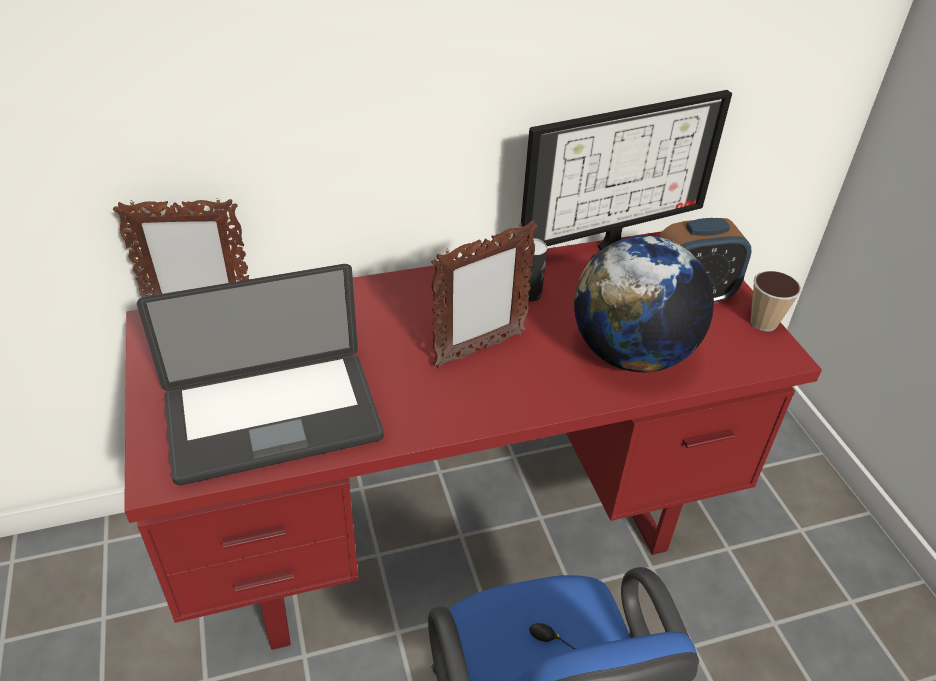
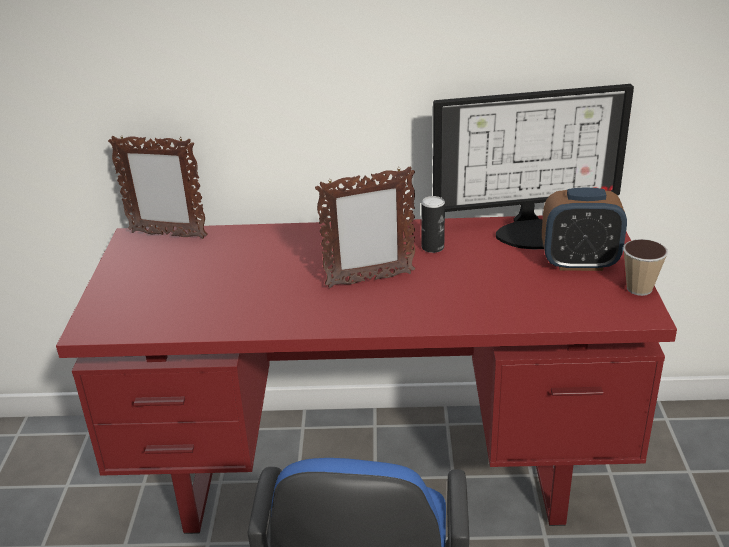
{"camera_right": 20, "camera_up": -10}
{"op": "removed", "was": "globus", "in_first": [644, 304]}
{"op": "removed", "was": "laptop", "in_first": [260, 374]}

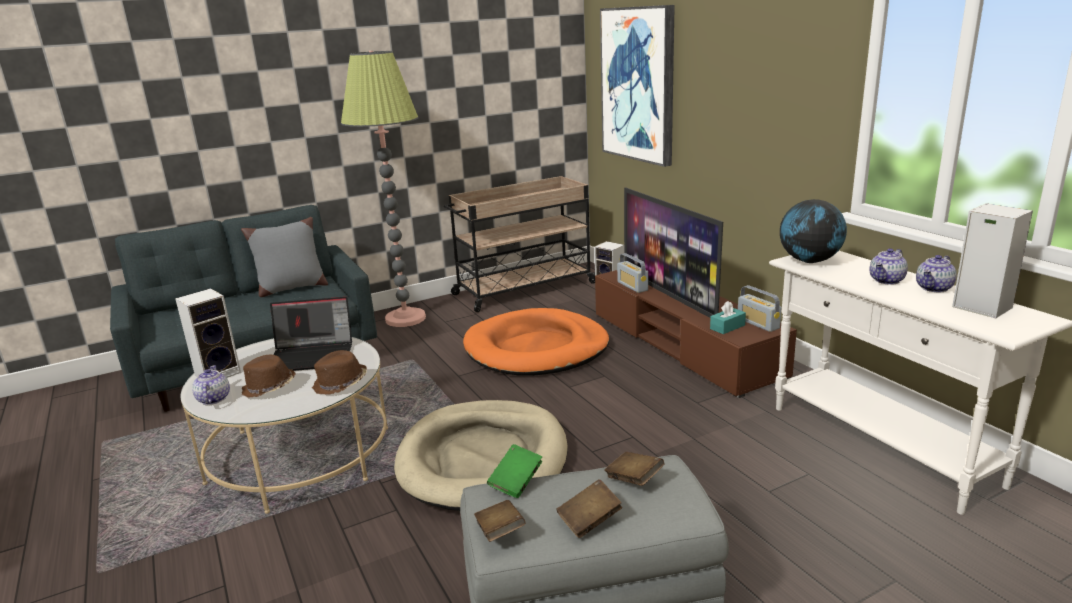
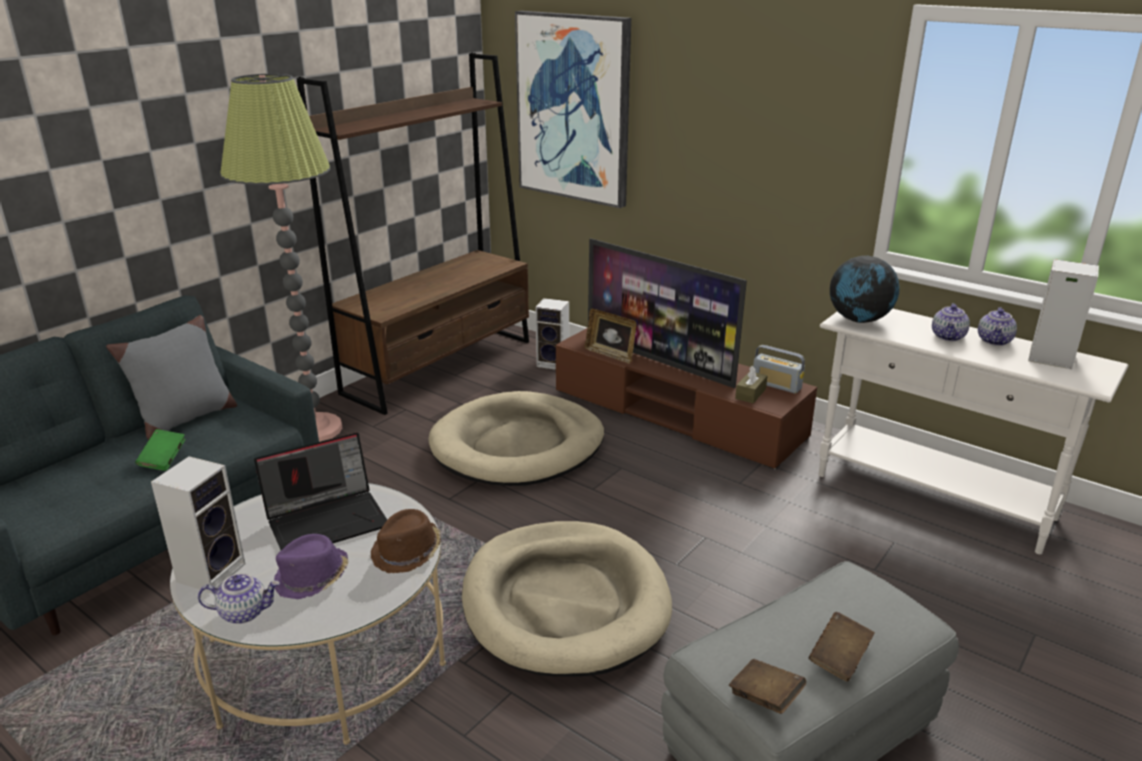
{"camera_right": -25, "camera_up": 5}
{"op": "replaced", "was": "wózek/beżowy", "now": "regał/brązowy", "in_first": [519, 244], "in_second": [412, 234]}
{"op": "replaced", "was": "radio", "now": "ramka na zdjęcie", "in_first": [632, 273], "in_second": [611, 336]}
{"op": "recoloured", "was": "pudełko chusteczek/turkusowy", "now": "pudełko chusteczek/brązowy", "in_first": [728, 317], "in_second": [751, 384]}
{"op": "recoloured", "was": "legowisko/pomarańczowy", "now": "legowisko/beżowy", "in_first": [536, 342], "in_second": [516, 438]}
{"op": "recoloured", "was": "kapelusz/brązowy", "now": "kapelusz/fioletowy", "in_first": [268, 376], "in_second": [311, 566]}
{"op": "turned", "was": "imbryk", "in_first": [211, 385], "in_second": [239, 598], "clockwise": 120}
{"op": "moved", "was": "książka/zielony", "in_first": [514, 471], "in_second": [160, 450]}
{"op": "removed", "was": "książka/brązowy", "in_first": [634, 469]}

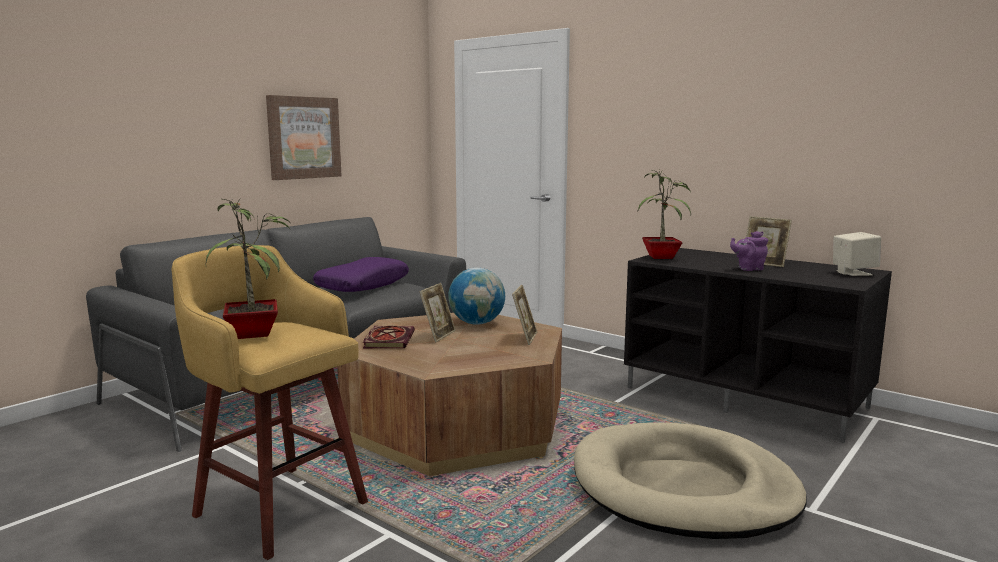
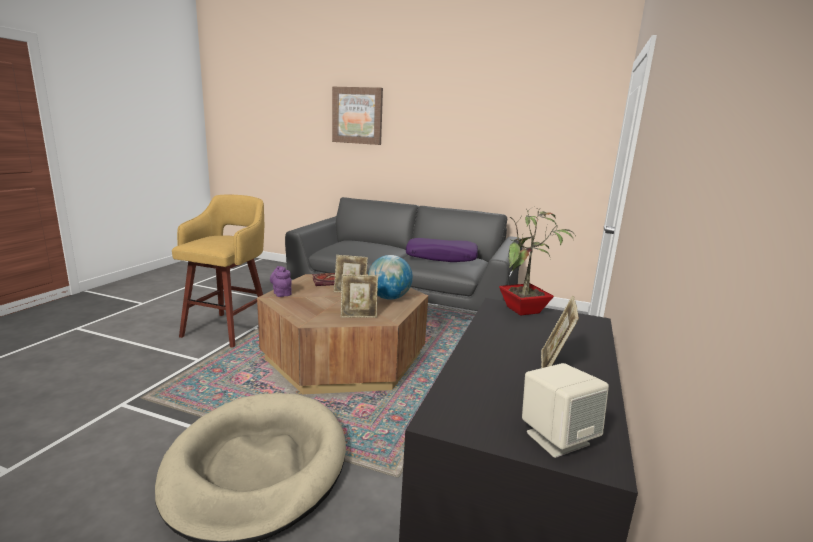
{"camera_right": 70, "camera_up": 5}
{"op": "moved", "was": "obraz", "in_first": [304, 137], "in_second": [357, 116]}
{"op": "removed", "was": "roślina doniczkowa", "in_first": [248, 268]}
{"op": "moved", "was": "imbryk/fioletowy", "in_first": [749, 251], "in_second": [281, 281]}

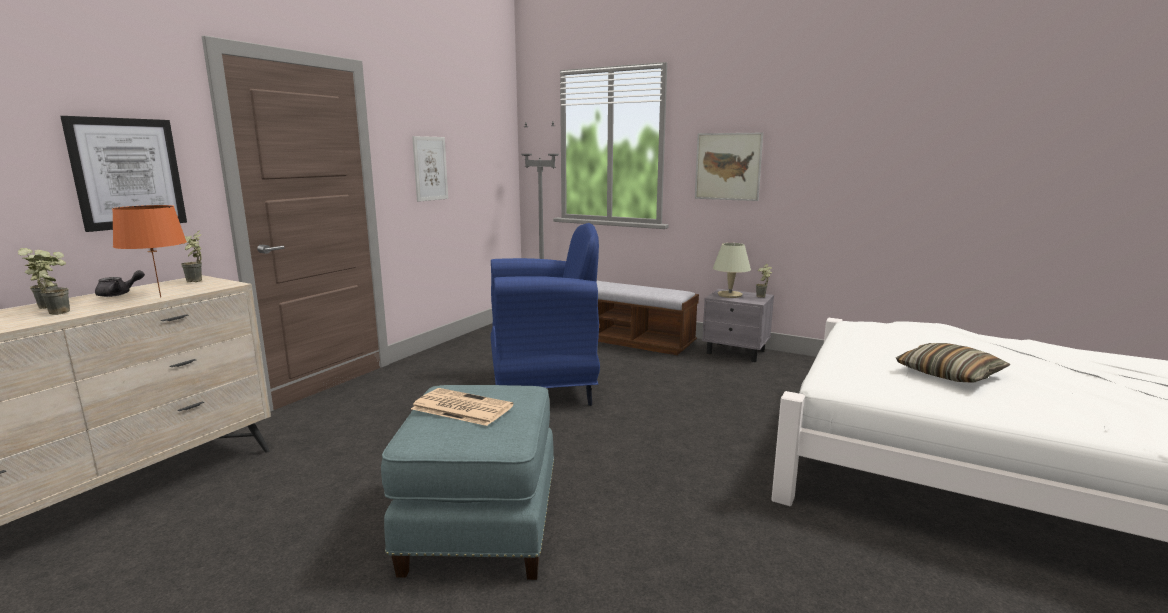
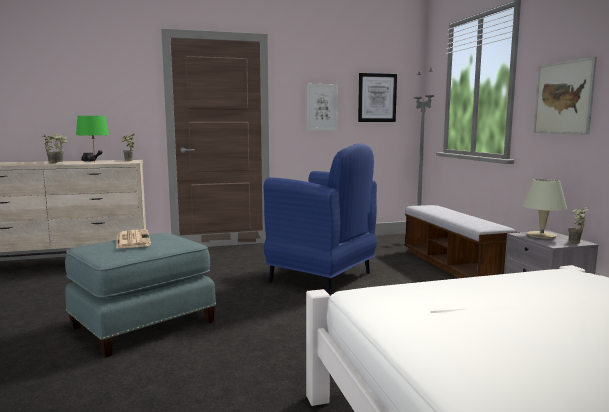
{"camera_right": 45, "camera_up": -5}
{"op": "moved", "was": "obraz", "in_first": [123, 174], "in_second": [377, 97]}
{"op": "recoloured", "was": "lampa stołowa/pomarańczowy", "now": "lampa stołowa/zielony", "in_first": [149, 251], "in_second": [92, 138]}
{"op": "removed", "was": "poduszka", "in_first": [953, 363]}

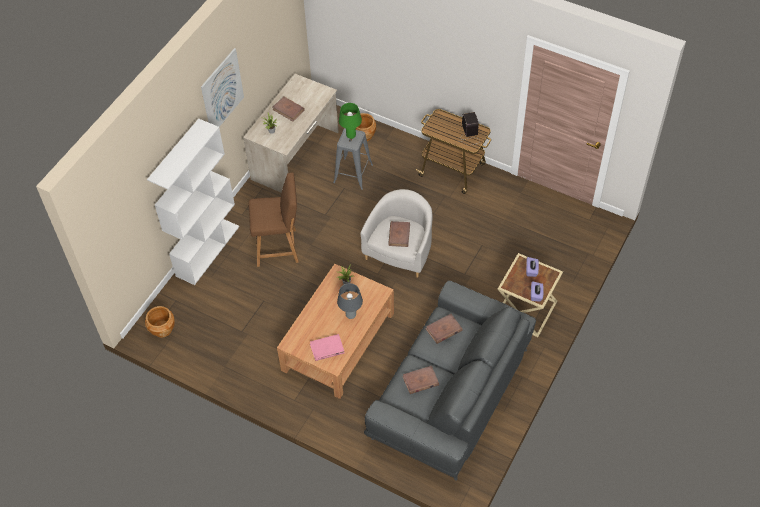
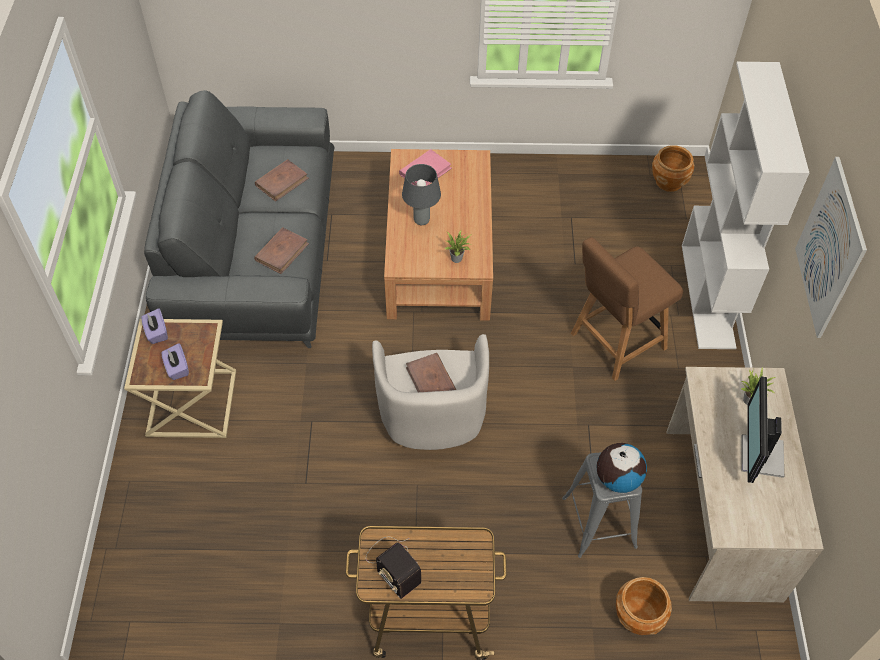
{"camera_right": 150, "camera_up": 0}
{"op": "replaced", "was": "książka/brązowy", "now": "monitor", "in_first": [289, 109], "in_second": [762, 430]}
{"op": "replaced", "was": "lampa stołowa/zielony", "now": "globus", "in_first": [350, 121], "in_second": [622, 468]}

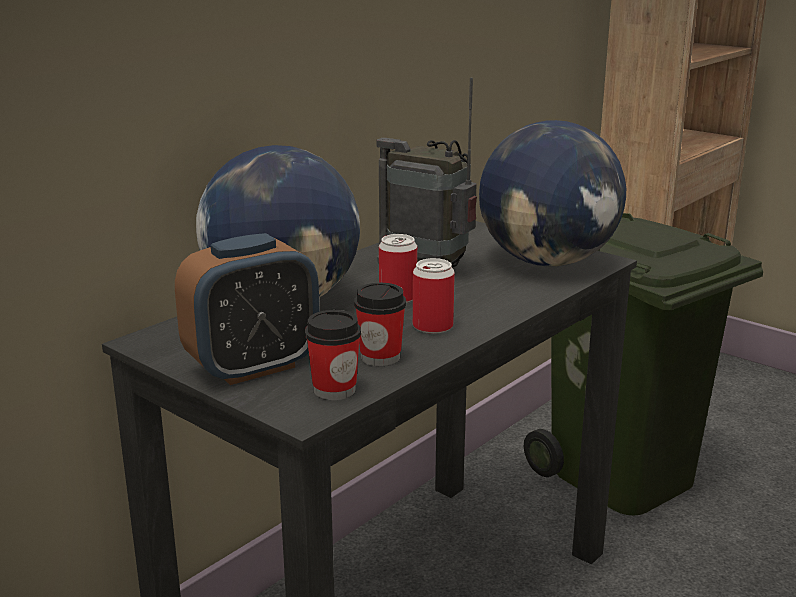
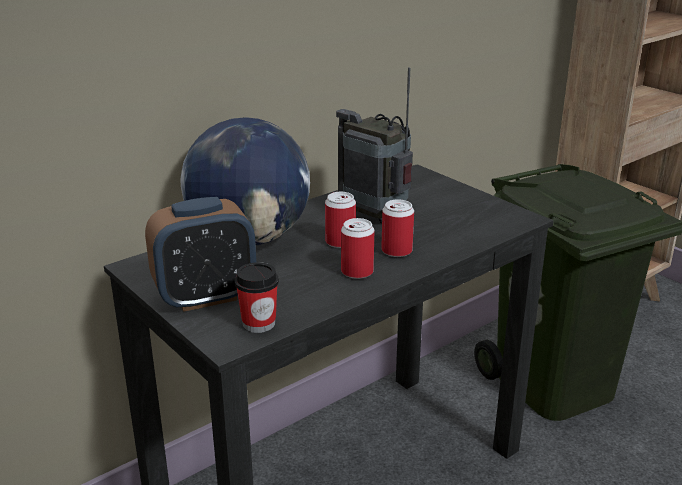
{"camera_right": 10, "camera_up": 5}
{"op": "removed", "was": "globus", "in_first": [552, 193]}
{"op": "removed", "was": "filiżanka", "in_first": [380, 324]}
{"op": "added", "now": "puszka", "in_second": [397, 228]}

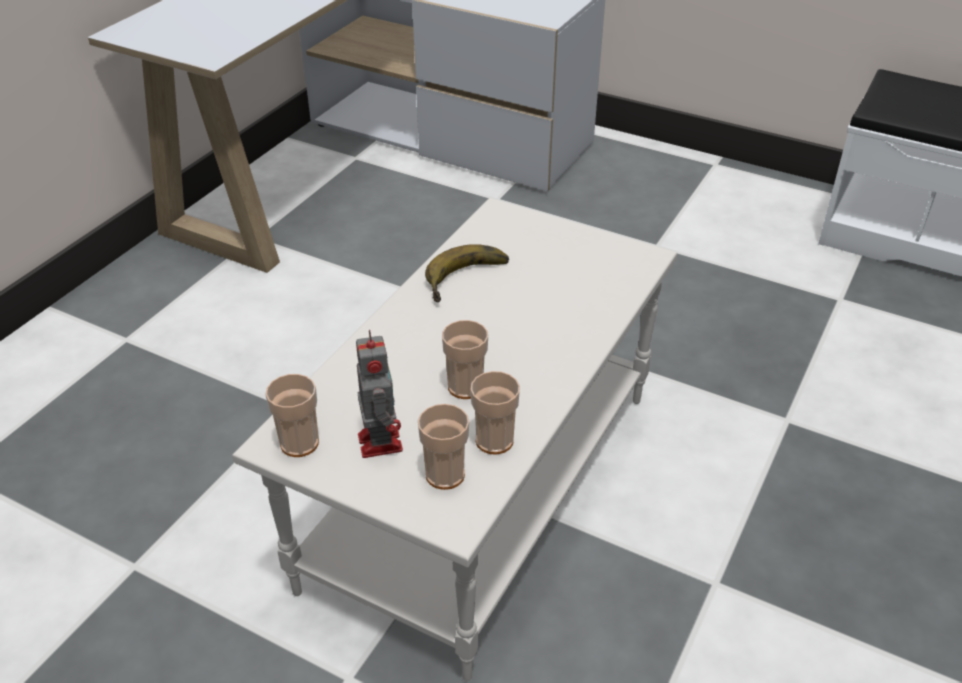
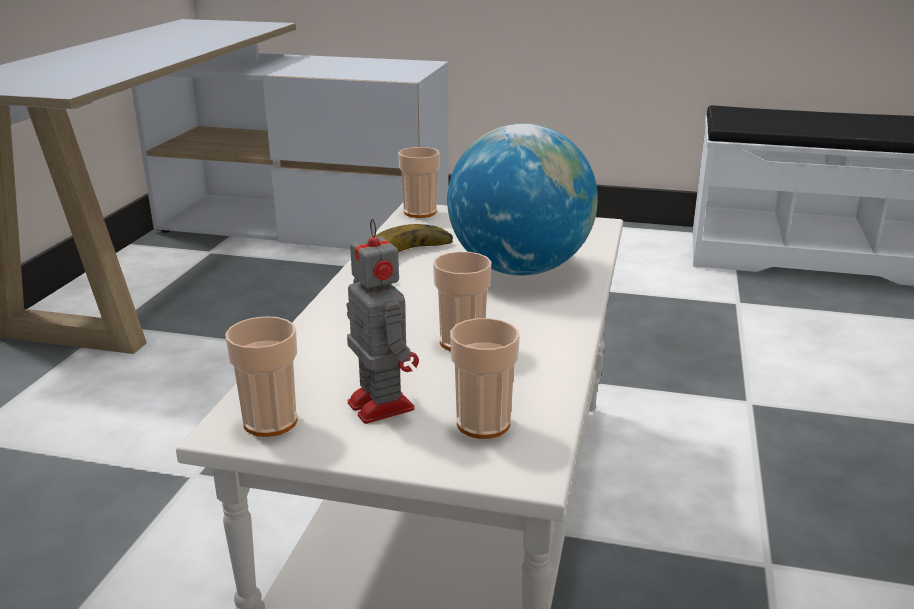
{"camera_right": -15, "camera_up": -15}
{"op": "moved", "was": "filiżanka", "in_first": [495, 412], "in_second": [419, 182]}
{"op": "added", "now": "globus", "in_second": [522, 199]}

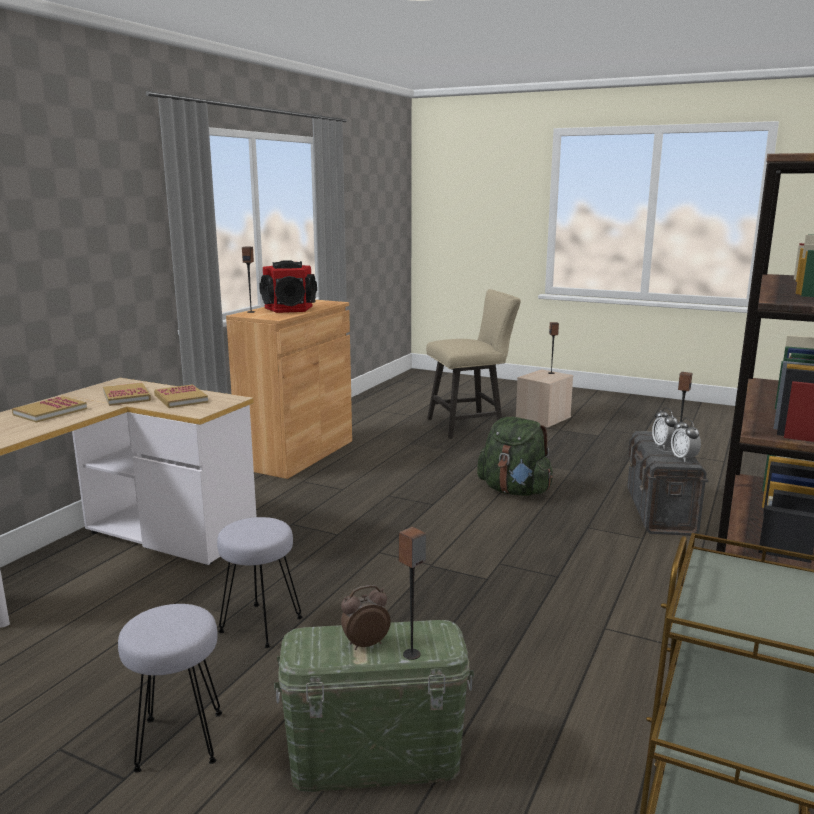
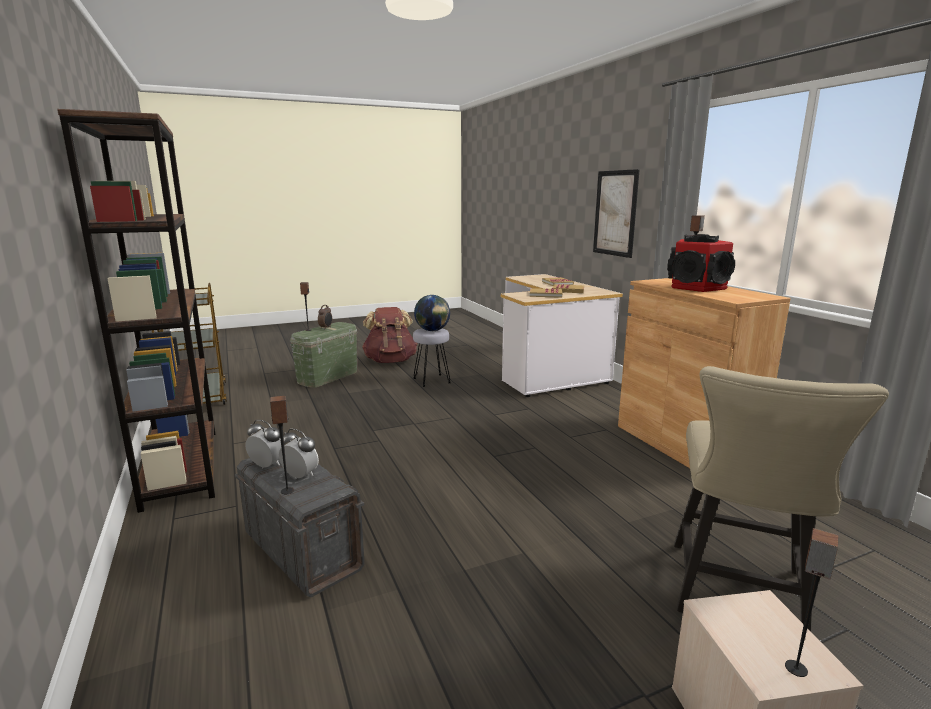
{"camera_right": 130, "camera_up": 0}
{"op": "removed", "was": "plecak/zielony", "in_first": [515, 456]}
{"op": "replaced", "was": "stołek/szary", "now": "plecak/brązowy", "in_first": [170, 688], "in_second": [390, 335]}
{"op": "added", "now": "obraz", "in_second": [616, 213]}
{"op": "added", "now": "globus", "in_second": [432, 313]}

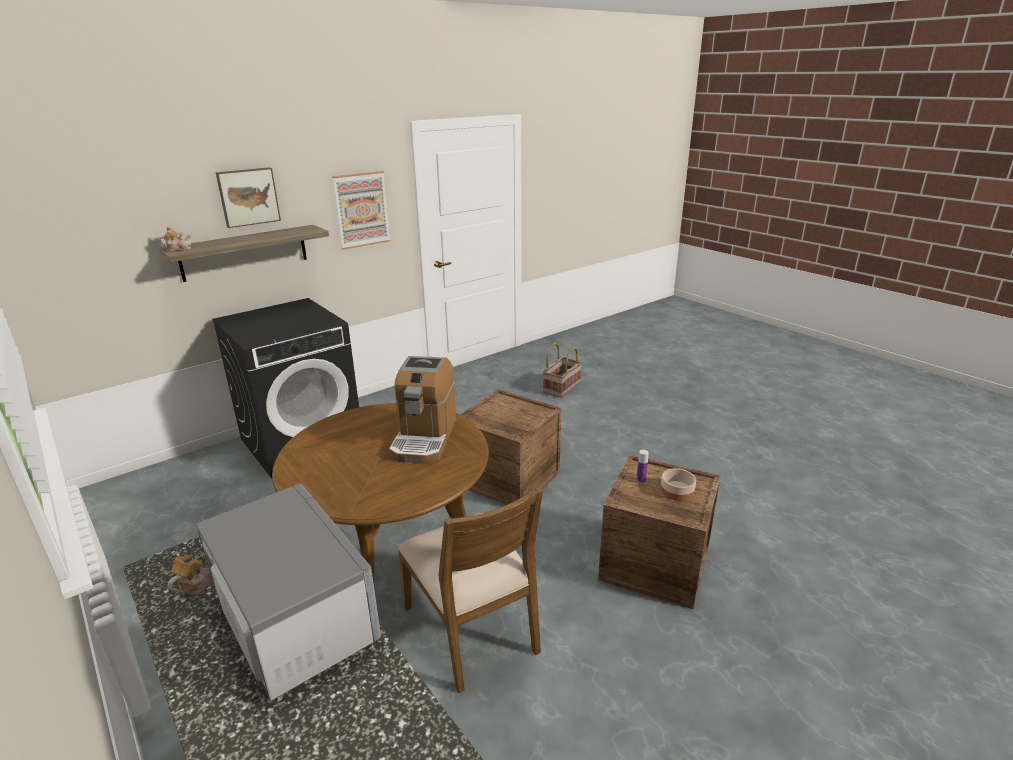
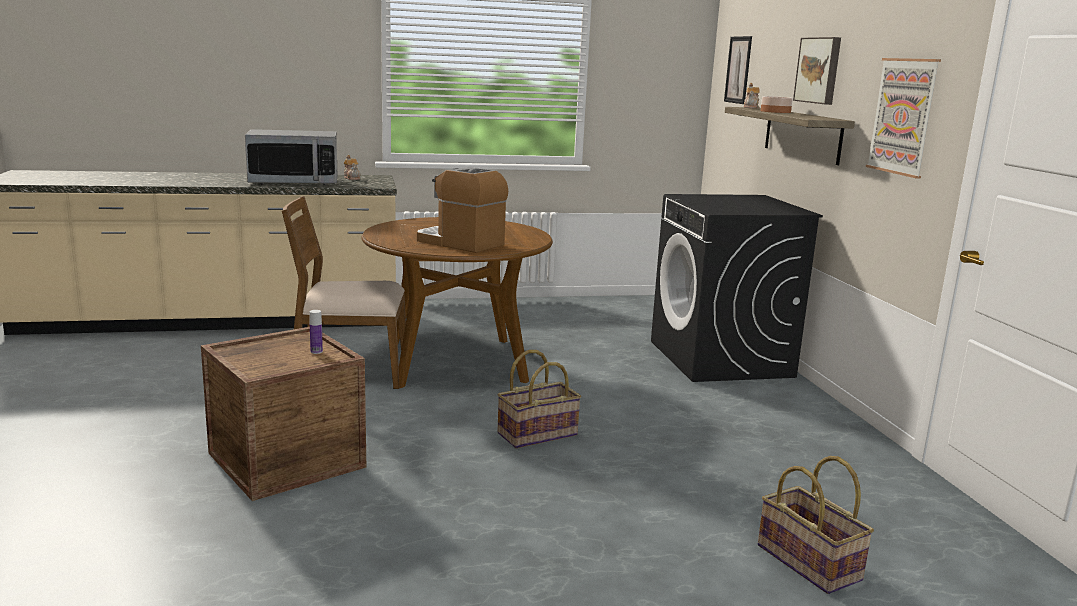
{"camera_right": 115, "camera_up": -10}
{"op": "replaced", "was": "skrzynka", "now": "koszyk", "in_first": [511, 447], "in_second": [539, 399]}
{"op": "moved", "was": "miska", "in_first": [678, 484], "in_second": [777, 104]}
{"op": "added", "now": "obraz", "in_second": [738, 70]}

